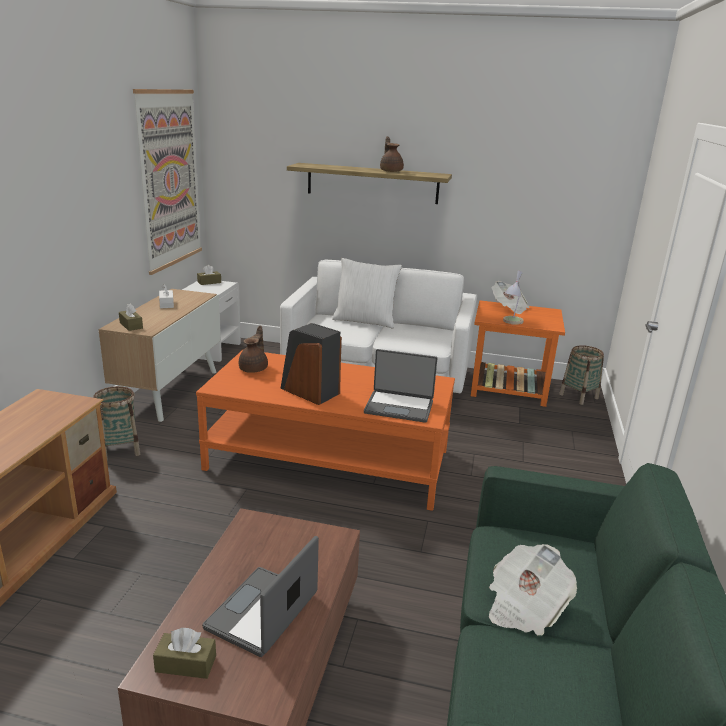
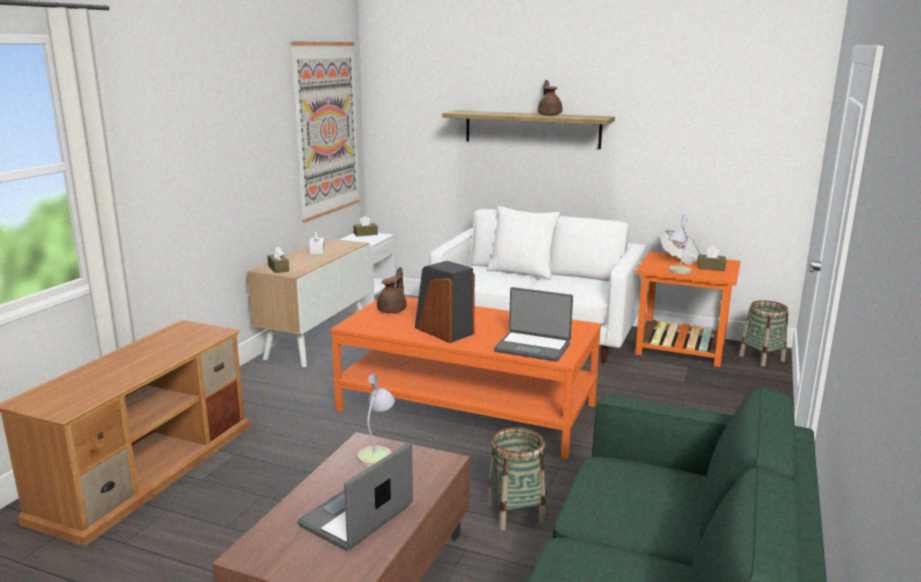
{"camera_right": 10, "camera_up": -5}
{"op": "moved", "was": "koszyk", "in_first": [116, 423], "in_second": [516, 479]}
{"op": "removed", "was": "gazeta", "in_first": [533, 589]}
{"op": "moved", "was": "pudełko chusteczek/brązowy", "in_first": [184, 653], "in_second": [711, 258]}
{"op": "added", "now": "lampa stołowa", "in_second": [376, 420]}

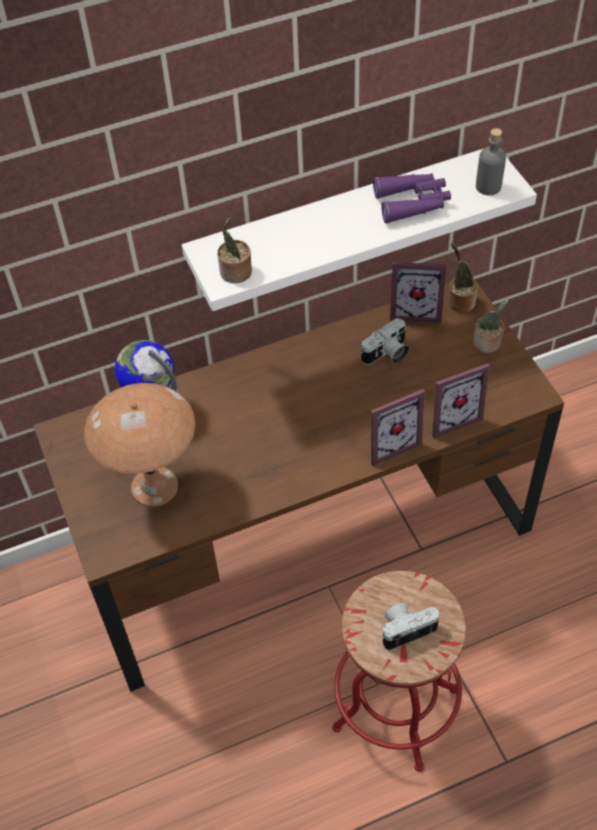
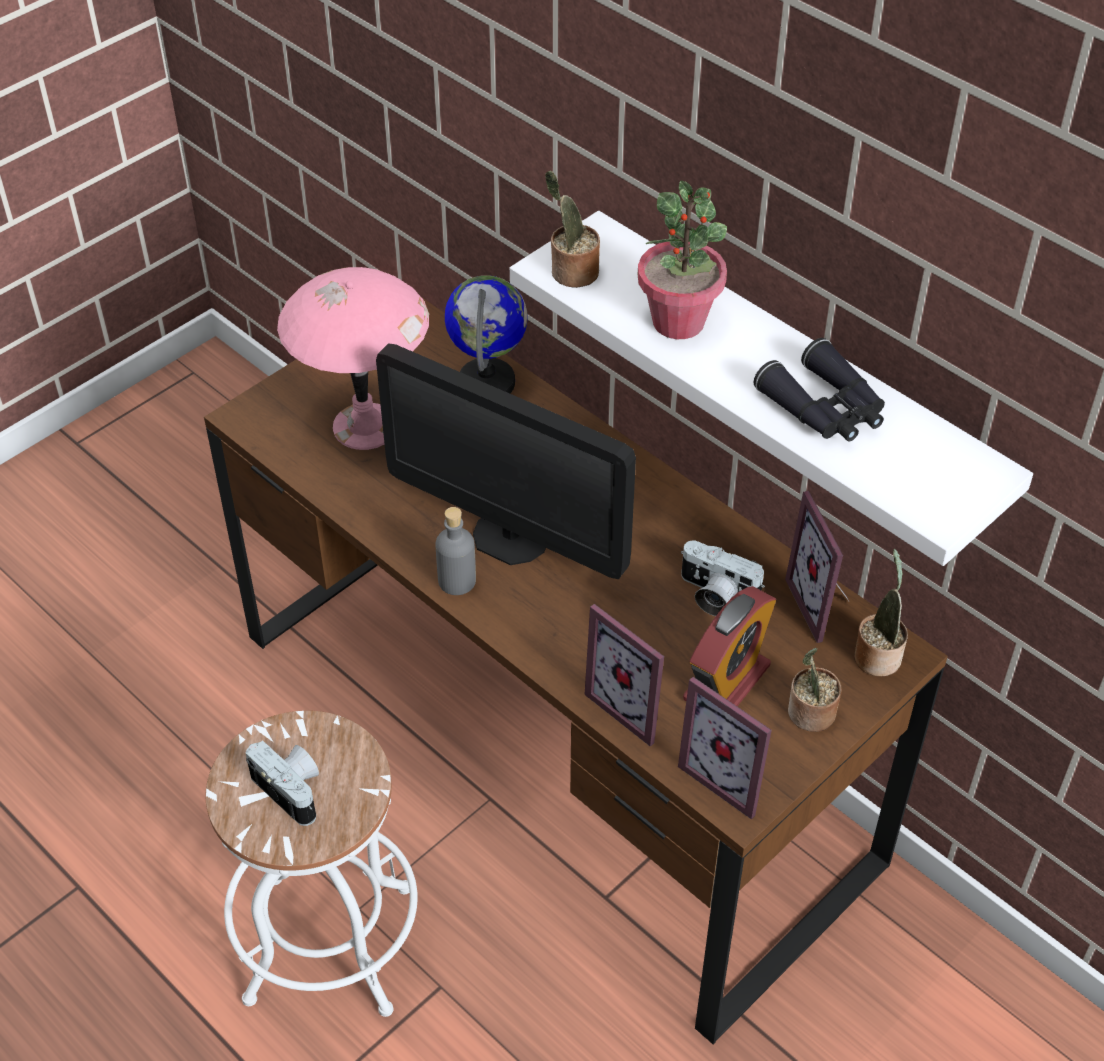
{"camera_right": 65, "camera_up": -5}
{"op": "moved", "was": "butelka/szary", "in_first": [491, 161], "in_second": [455, 551]}
{"op": "recoloured", "was": "lornetka/fioletowy", "now": "lornetka/czarny", "in_first": [412, 198], "in_second": [819, 390]}
{"op": "recoloured", "was": "lampa stołowa/brązowy", "now": "lampa stołowa/różowy", "in_first": [140, 445], "in_second": [353, 358]}
{"op": "moved", "was": "ramka na zdjęcie", "in_first": [398, 427], "in_second": [725, 748]}
{"op": "recoloured", "was": "stołek/czerwony", "now": "stołek/biały", "in_first": [399, 671], "in_second": [311, 864]}
{"op": "added", "now": "roślina doniczkowa", "in_second": [682, 260]}
{"op": "added", "now": "monitor", "in_second": [506, 461]}
{"op": "added", "now": "budzik", "in_second": [729, 646]}

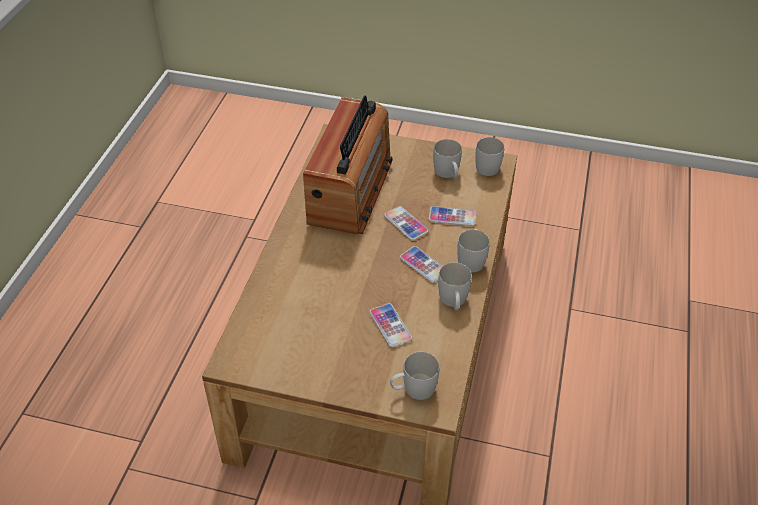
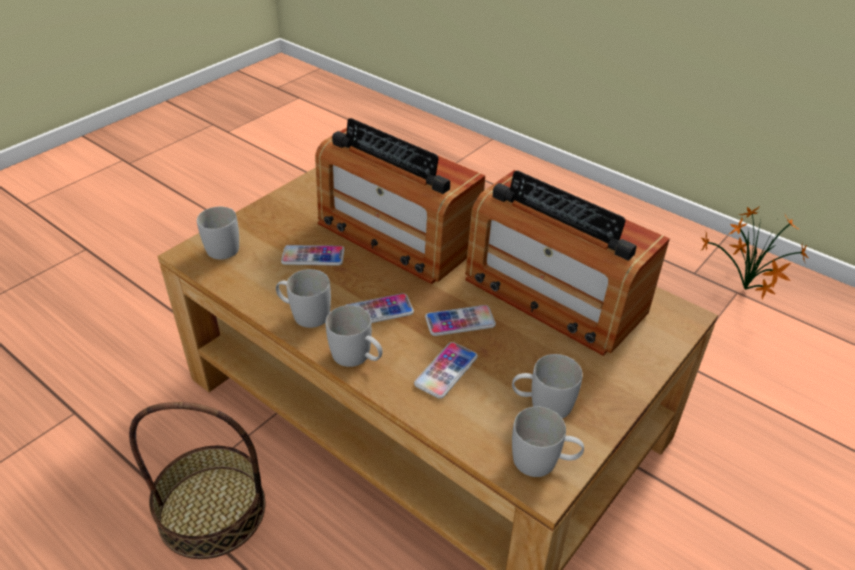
{"camera_right": 115, "camera_up": -5}
{"op": "added", "now": "radio", "in_second": [400, 201]}
{"op": "added", "now": "roślina doniczkowa", "in_second": [755, 252]}
{"op": "added", "now": "koszyk", "in_second": [197, 480]}

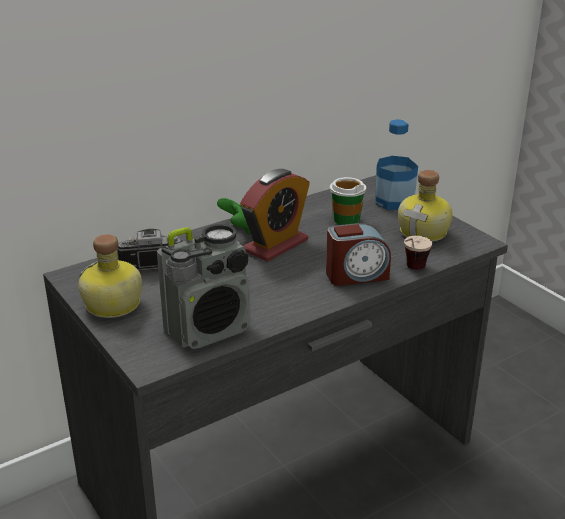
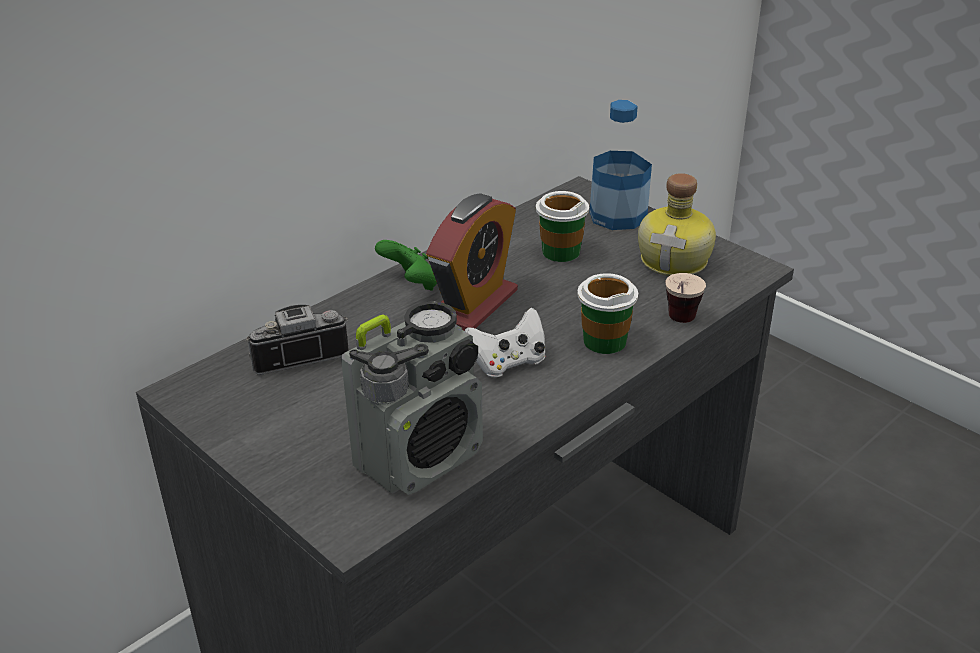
{"camera_right": -10, "camera_up": 5}
{"op": "replaced", "was": "budzik", "now": "filiżanka", "in_first": [358, 254], "in_second": [607, 313]}
{"op": "removed", "was": "butelka", "in_first": [110, 276]}
{"op": "added", "now": "pad do gier/biały", "in_second": [505, 342]}

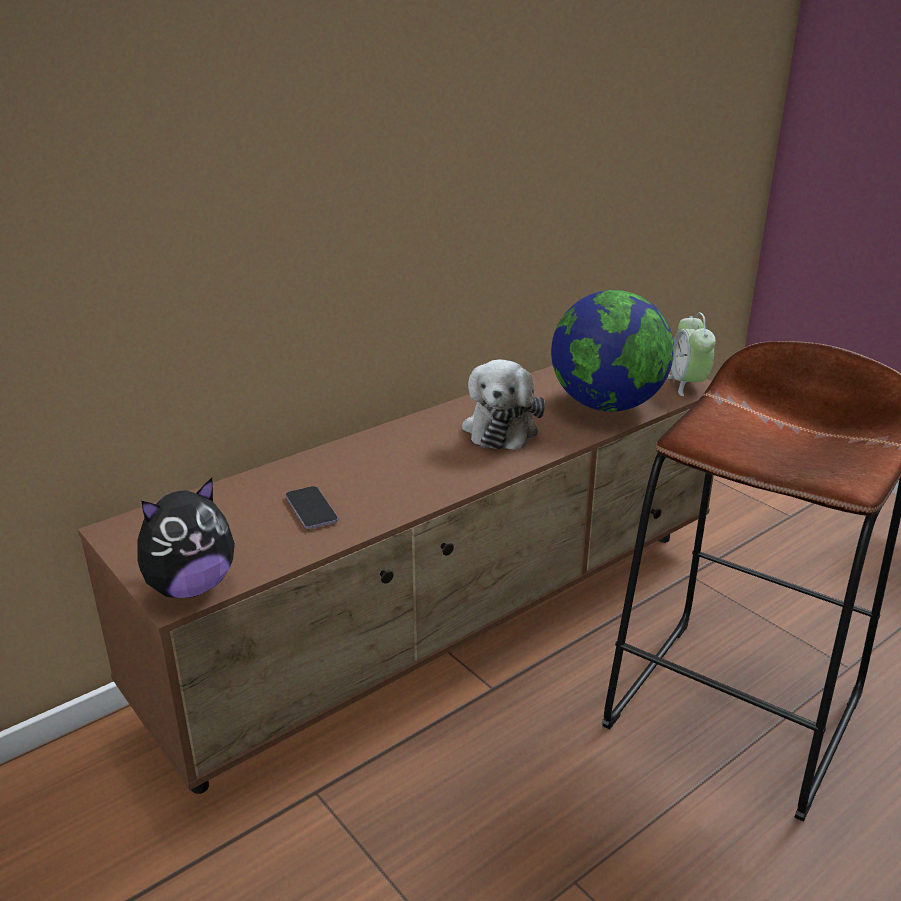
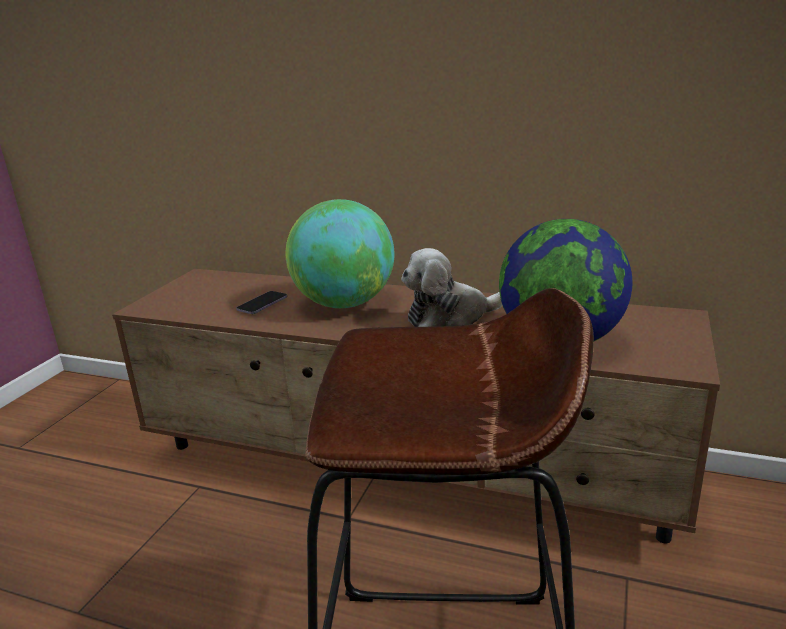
{"camera_right": 60, "camera_up": -5}
{"op": "removed", "was": "budzik", "in_first": [692, 354]}
{"op": "removed", "was": "pluszak", "in_first": [186, 538]}
{"op": "added", "now": "globus", "in_second": [340, 253]}

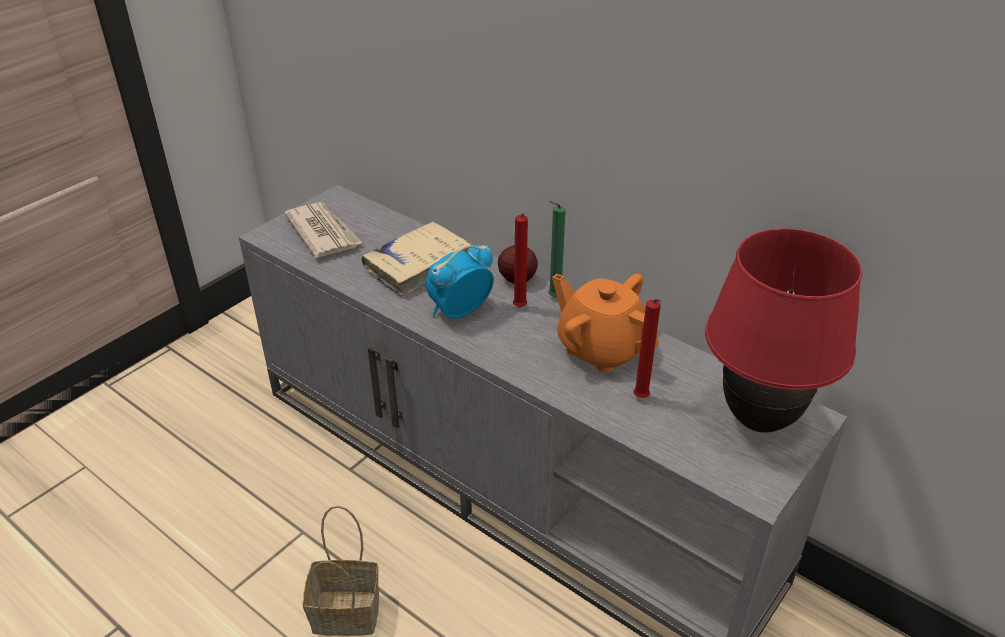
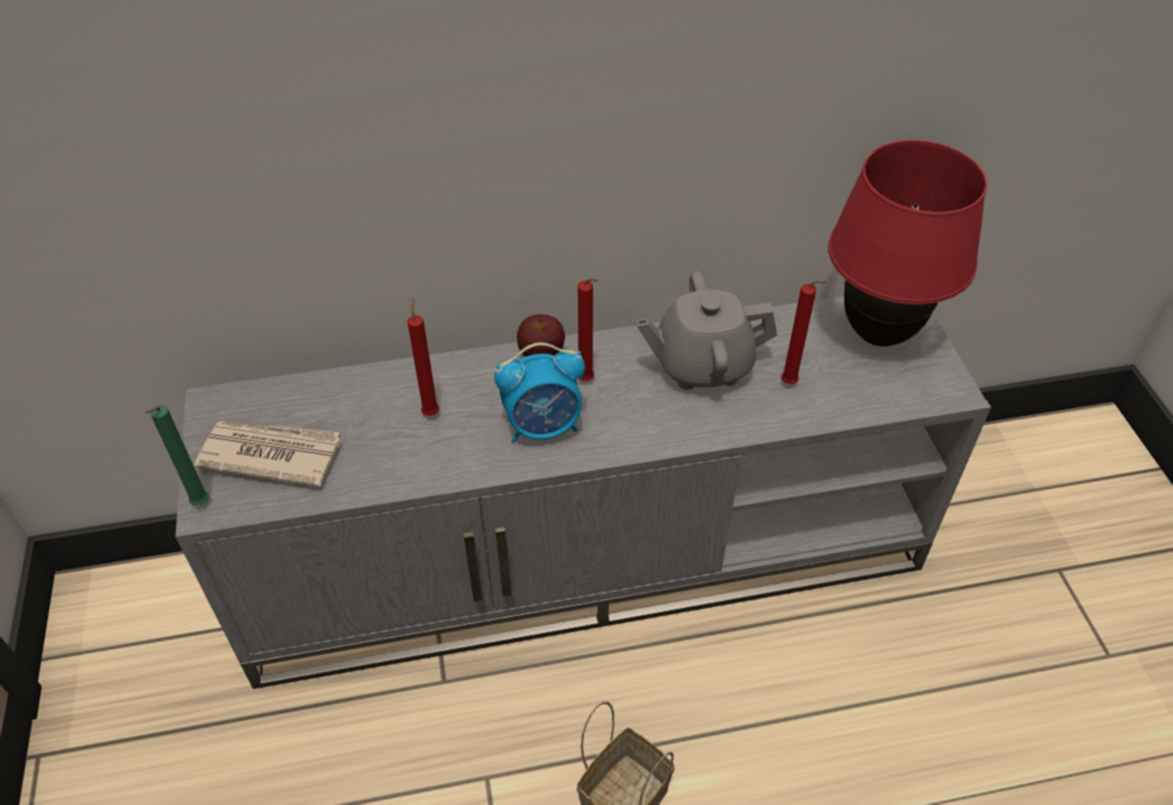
{"camera_right": -50, "camera_up": 10}
{"op": "moved", "was": "świeca/zielony", "in_first": [557, 249], "in_second": [177, 455]}
{"op": "replaced", "was": "książka/beżowy", "now": "świeca/czerwony", "in_first": [416, 259], "in_second": [423, 357]}
{"op": "turned", "was": "budzik", "in_first": [460, 282], "in_second": [539, 393], "clockwise": -105}
{"op": "recoloured", "was": "imbryk/pomarańczowy", "now": "imbryk/szary", "in_first": [605, 323], "in_second": [706, 330]}

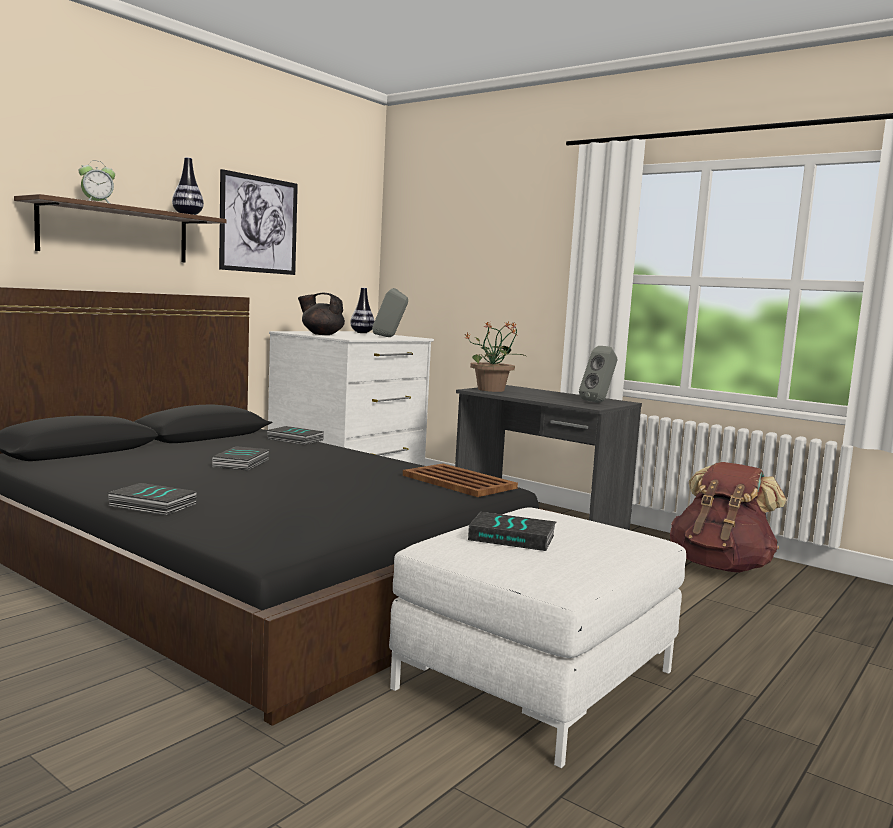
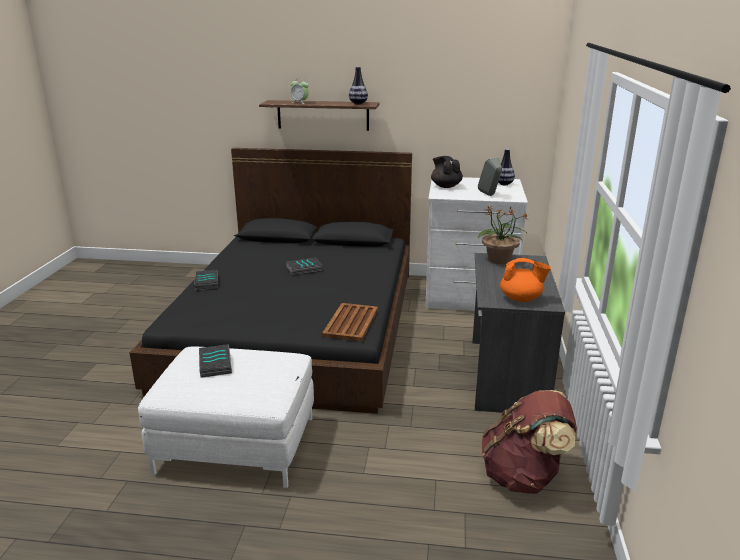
{"camera_right": 60, "camera_up": 15}
{"op": "removed", "was": "obraz", "in_first": [258, 222]}
{"op": "replaced", "was": "głośnik/szary", "now": "imbryk/pomarańczowy", "in_first": [598, 374], "in_second": [525, 280]}
{"op": "removed", "was": "książka", "in_first": [295, 435]}

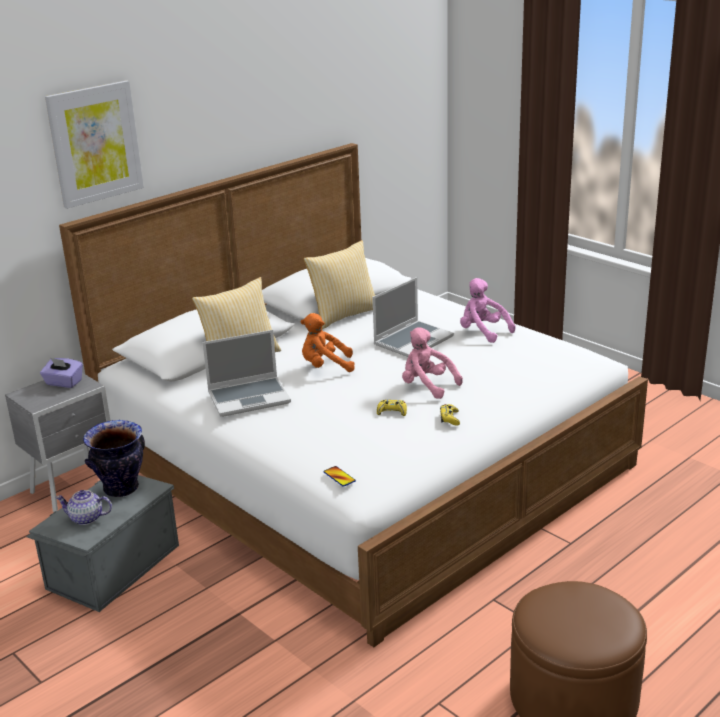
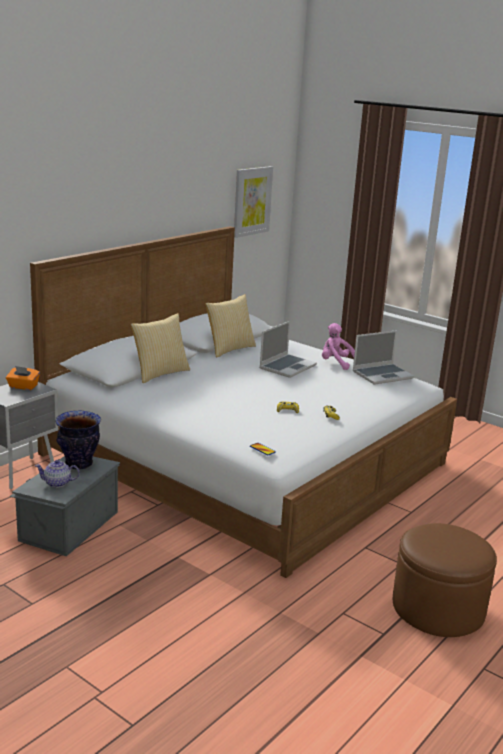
{"camera_right": -10, "camera_up": -5}
{"op": "moved", "was": "obraz", "in_first": [94, 144], "in_second": [253, 202]}
{"op": "removed", "was": "pluszak/pomarańczowy", "in_first": [327, 342]}
{"op": "removed", "was": "pluszak/różowy", "in_first": [432, 363]}
{"op": "moved", "was": "laptop", "in_first": [247, 373], "in_second": [383, 357]}
{"op": "recoloured", "was": "pudełko chusteczek/fioletowy", "now": "pudełko chusteczek/pomarańczowy", "in_first": [61, 373], "in_second": [23, 378]}

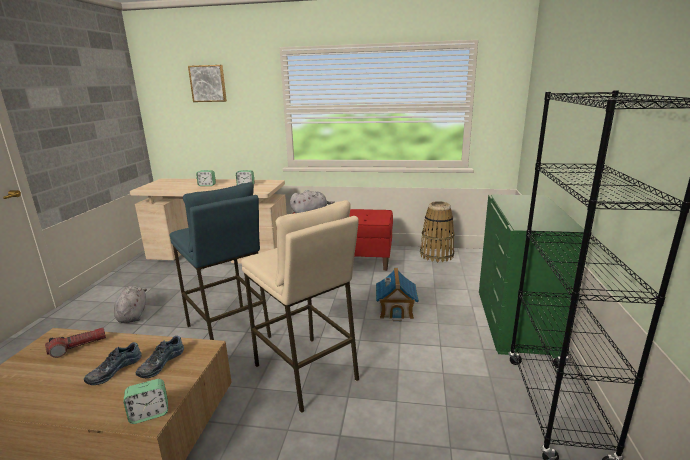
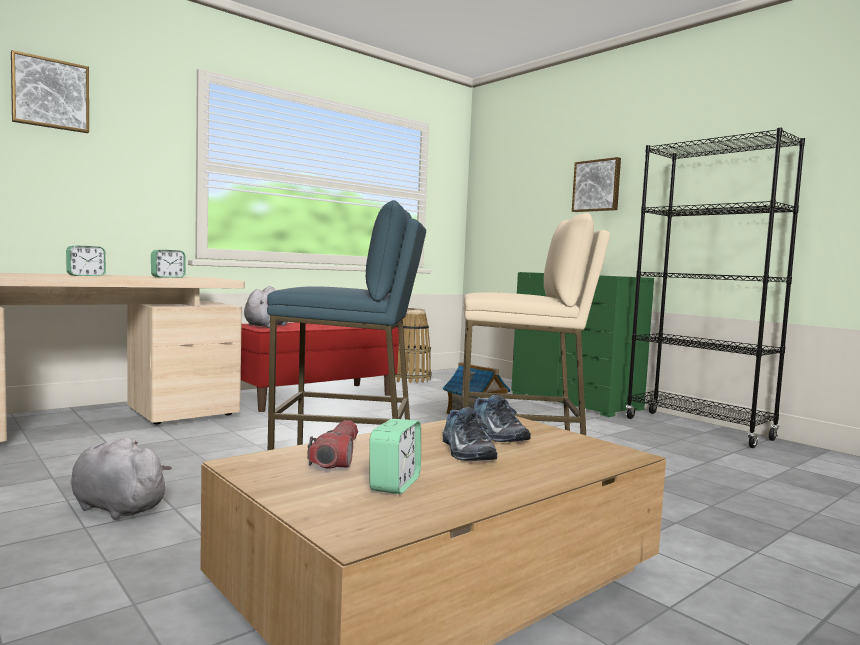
{"camera_right": -50, "camera_up": -15}
{"op": "moved", "was": "budzik", "in_first": [146, 401], "in_second": [395, 456]}
{"op": "added", "now": "obraz", "in_second": [596, 184]}

